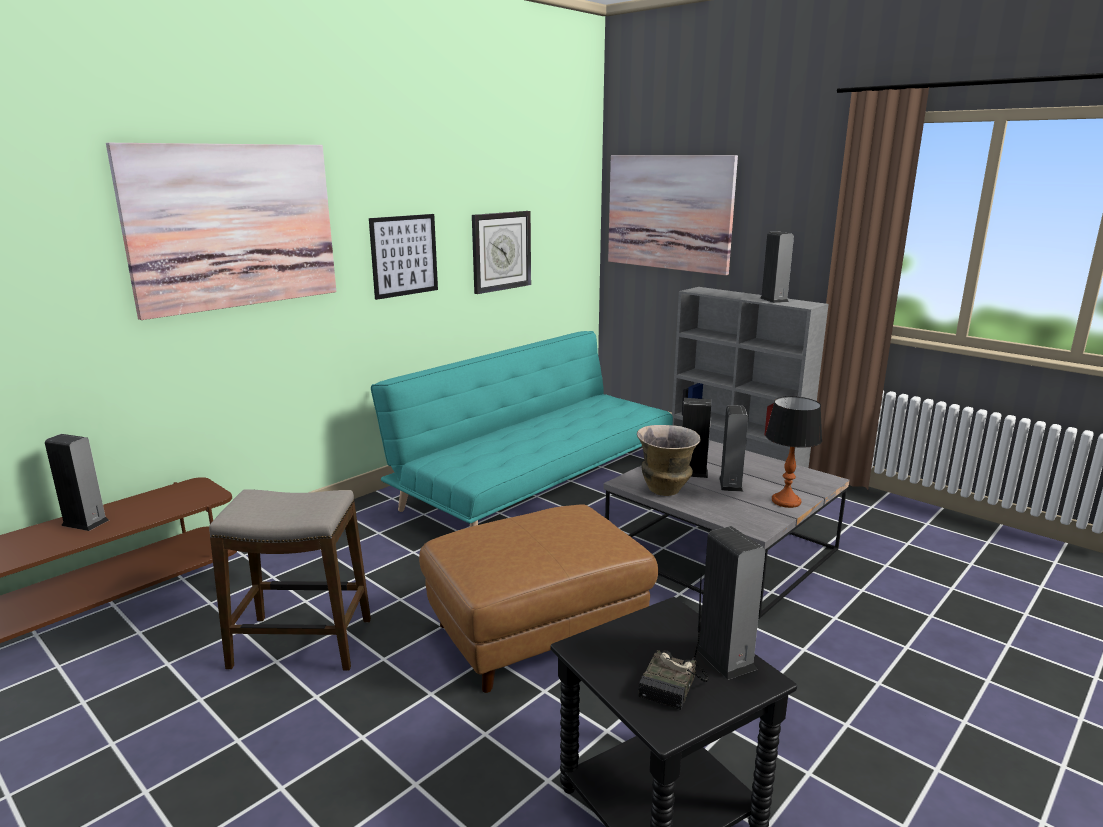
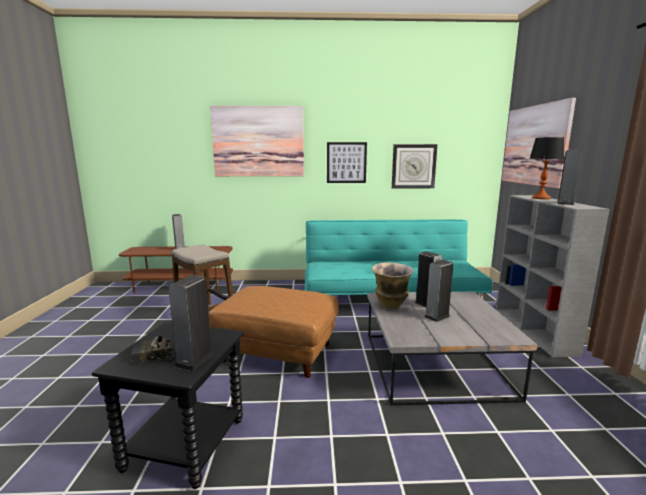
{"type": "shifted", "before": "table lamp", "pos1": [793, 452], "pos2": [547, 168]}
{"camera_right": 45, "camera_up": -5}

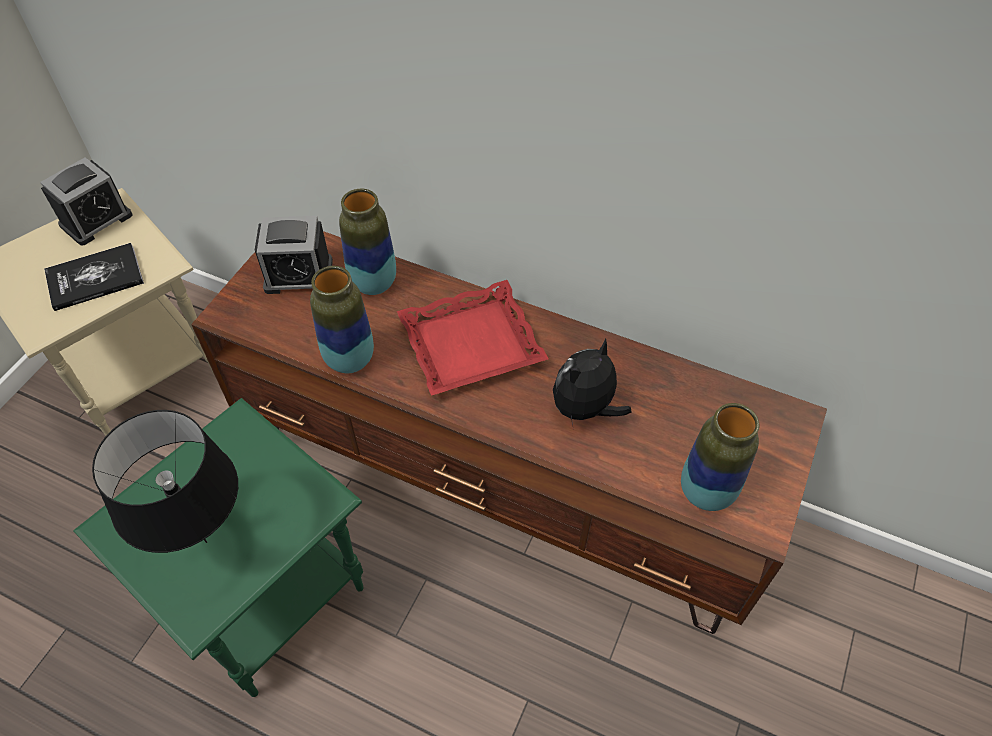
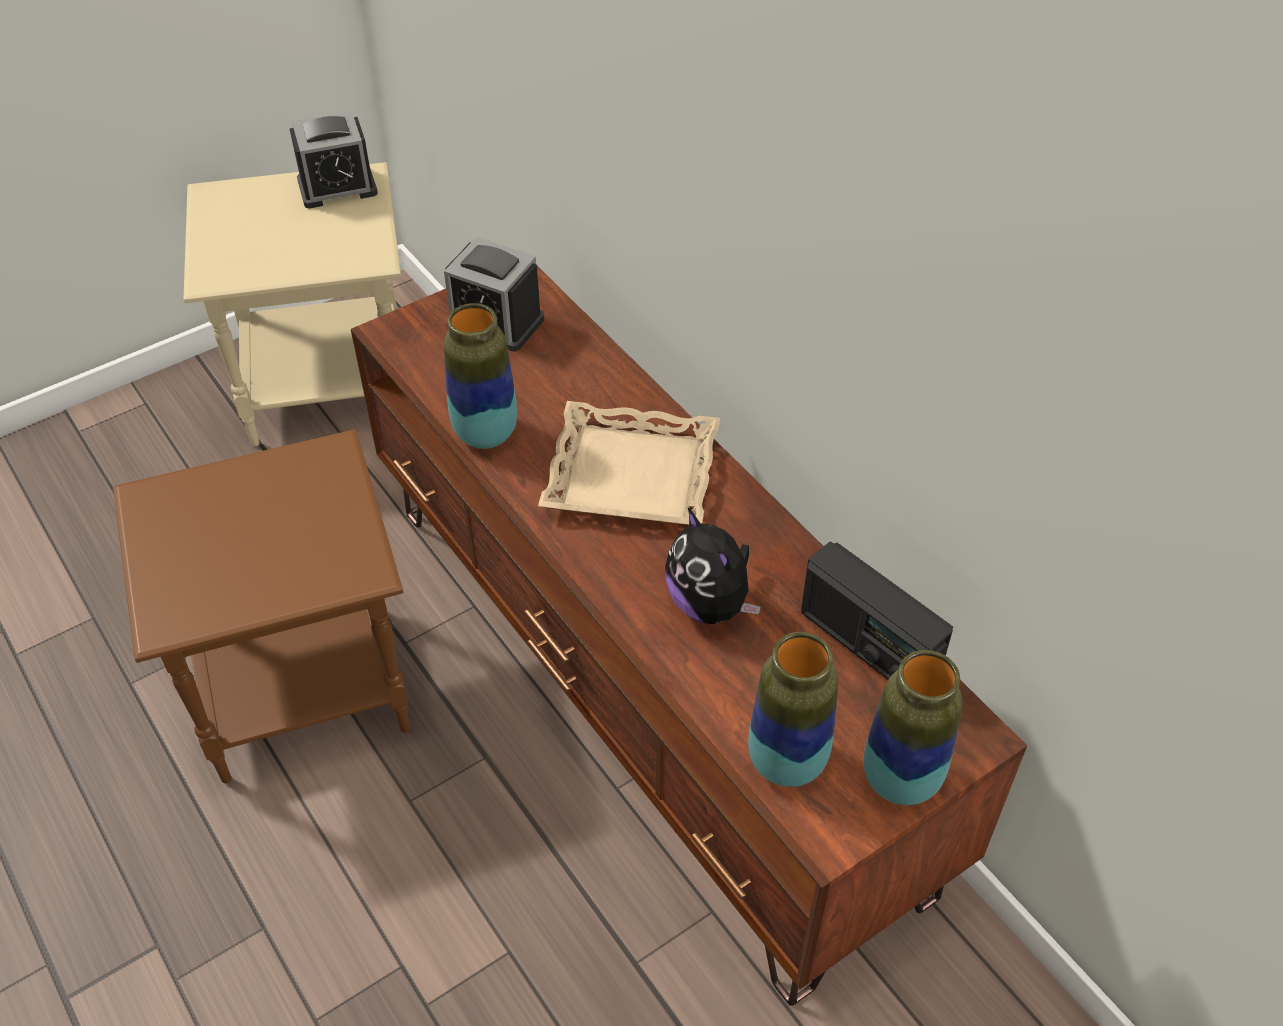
{"type": "gone", "before": "book", "pos1": [94, 277]}
{"type": "gone", "before": "black table lamp", "pos1": [165, 481]}
{"type": "new", "after": "radio", "pos2": [877, 610]}
{"type": "shifted", "before": "vase", "pos1": [367, 242], "pos2": [913, 727]}
{"type": "repainted", "before": "green side table", "after": "brown side table", "pos1": [218, 547], "pos2": [261, 606]}
{"type": "repainted", "before": "red tray", "after": "beige tray", "pos1": [473, 338], "pos2": [629, 463]}
{"type": "rotated", "before": "plush toy", "pos1": [592, 384], "pos2": [713, 566], "turn": -105}
{"camera_right": 30, "camera_up": -5}

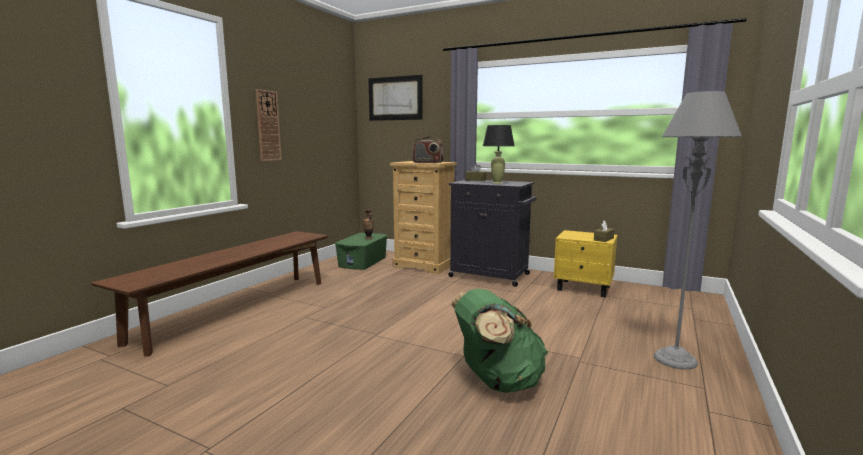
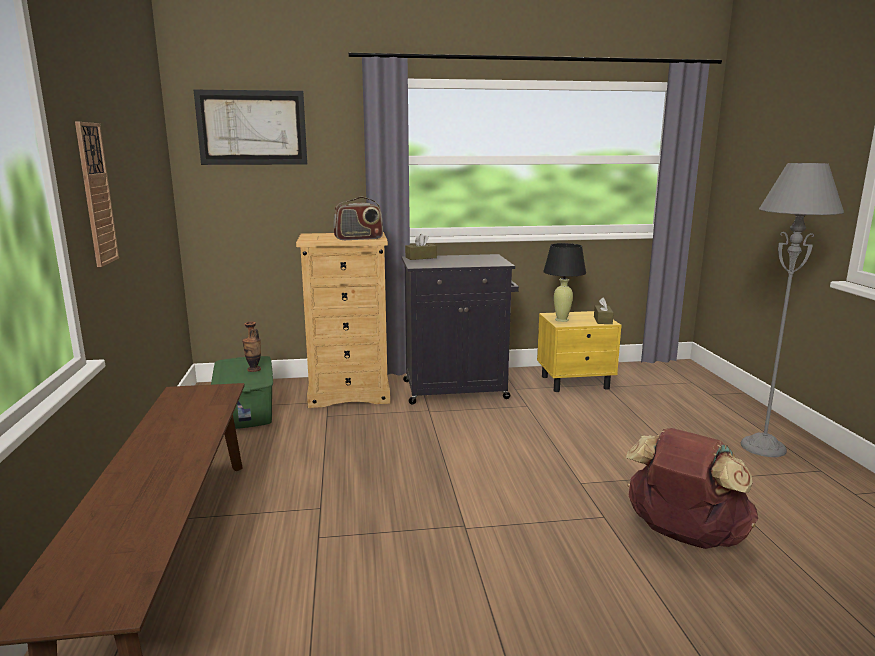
{"type": "shifted", "before": "black table lamp", "pos1": [499, 154], "pos2": [564, 282]}
{"type": "repainted", "before": "green backpack", "after": "brown backpack", "pos1": [499, 341], "pos2": [692, 488]}
{"camera_right": -35, "camera_up": 5}

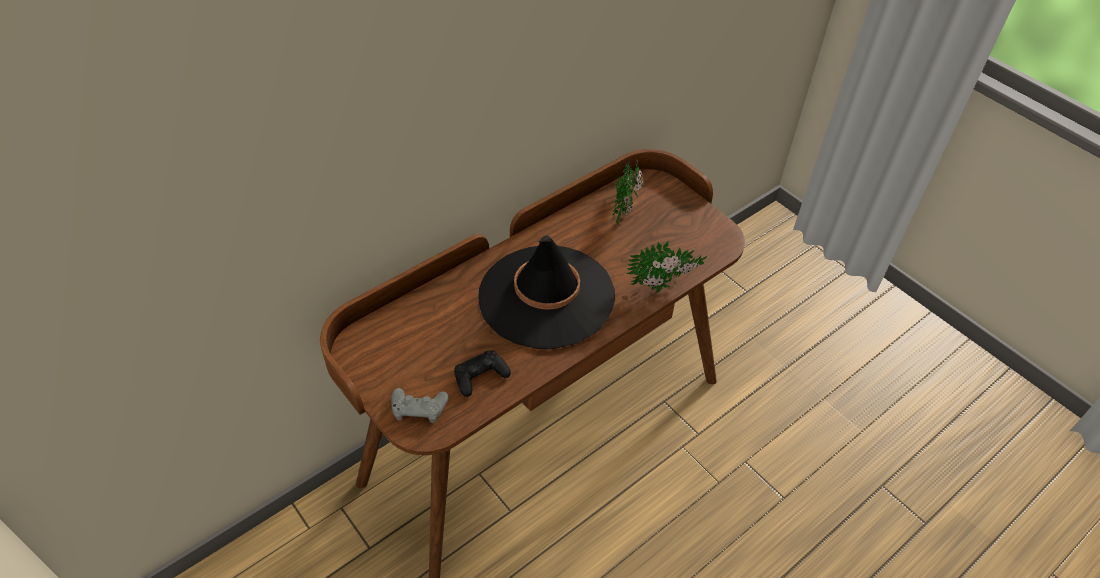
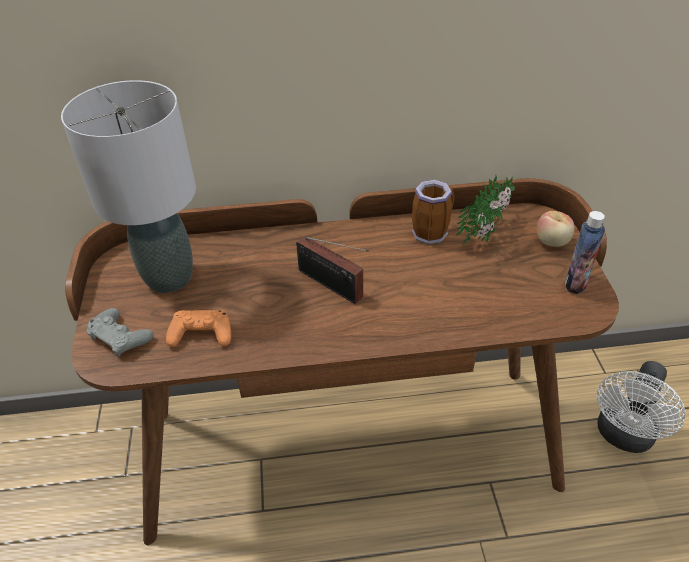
{"type": "gone", "before": "potted plant", "pos1": [667, 267]}
{"type": "new", "after": "grey table lamp", "pos2": [128, 186]}
{"type": "new", "after": "mug", "pos2": [433, 212]}
{"type": "new", "after": "apple", "pos2": [556, 229]}
{"type": "new", "after": "bottle", "pos2": [585, 252]}
{"type": "new", "after": "white fan", "pos2": [641, 407]}
{"type": "swapped", "before": "black hat", "after": "radio", "pos1": [546, 292], "pos2": [332, 270]}
{"type": "repainted", "before": "black game controller", "after": "orange game controller", "pos1": [482, 373], "pos2": [198, 328]}
{"camera_right": 35, "camera_up": -5}

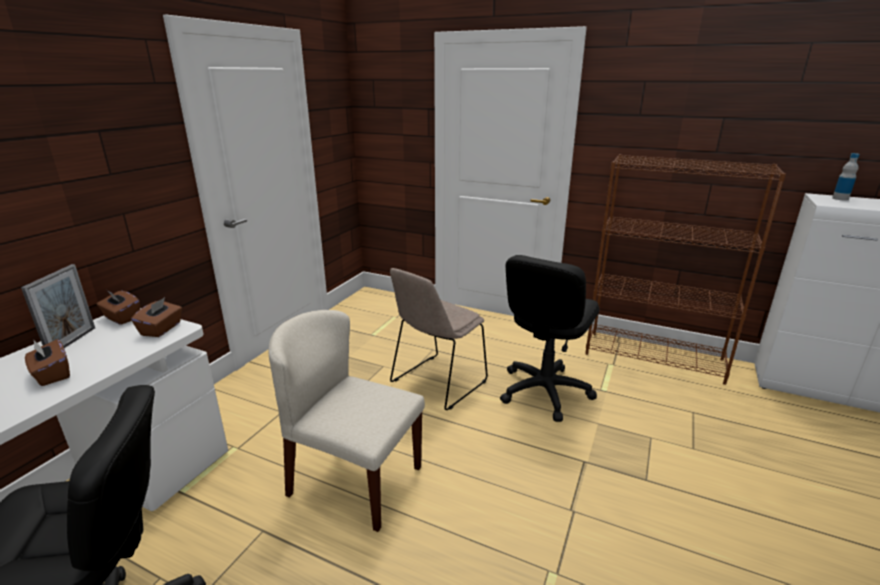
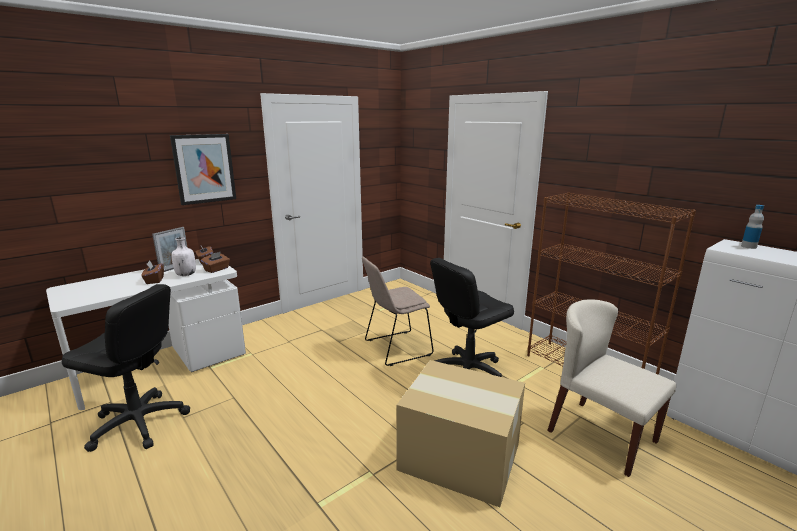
{"type": "new", "after": "picture", "pos2": [203, 169]}
{"type": "new", "after": "white bottle", "pos2": [184, 256]}
{"type": "new", "after": "cardboard box", "pos2": [460, 433]}
{"type": "shifted", "before": "beige chair", "pos1": [347, 421], "pos2": [611, 388]}
{"camera_right": 25, "camera_up": -5}

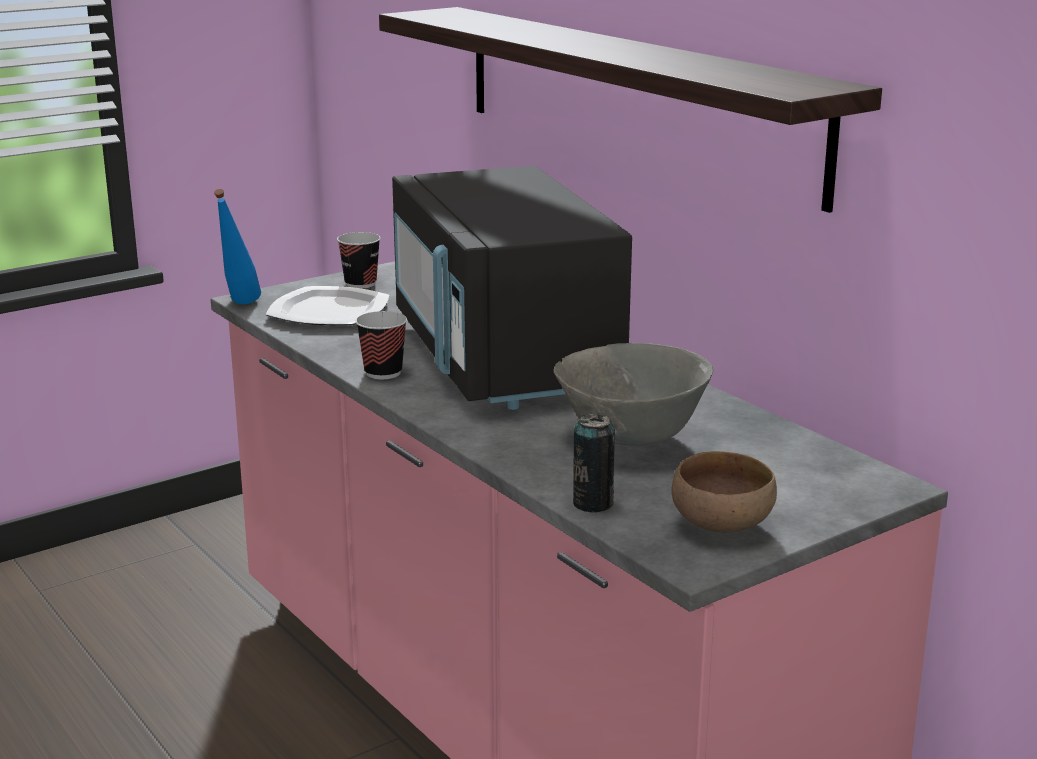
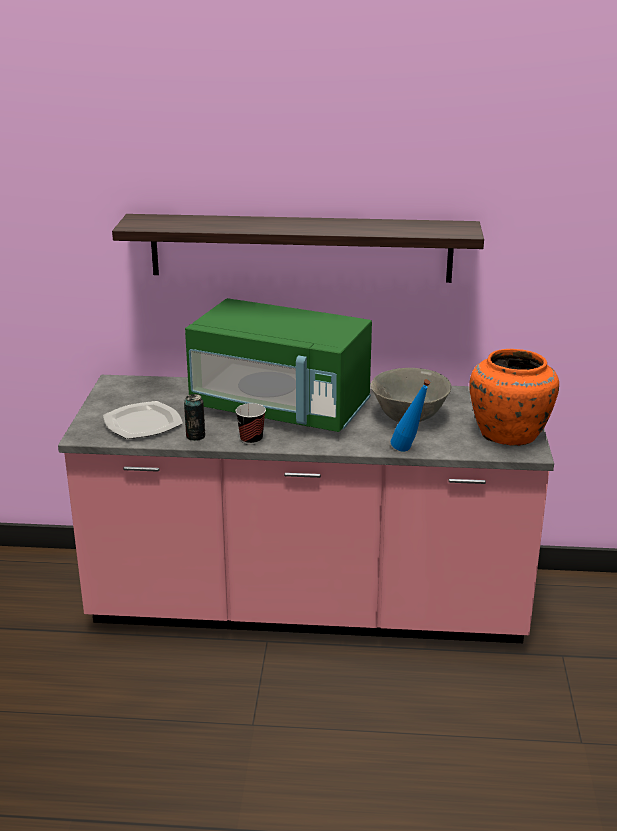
{"type": "gone", "before": "cup", "pos1": [358, 260]}
{"type": "shifted", "before": "blue bottle", "pos1": [237, 246], "pos2": [411, 415]}
{"type": "shifted", "before": "can", "pos1": [594, 463], "pos2": [194, 417]}
{"type": "swapped", "before": "brown bowl", "after": "orange vase", "pos1": [724, 491], "pos2": [514, 397]}
{"type": "repainted", "before": "black microwave", "after": "green microwave", "pos1": [512, 288], "pos2": [278, 365]}
{"camera_right": -50, "camera_up": 5}

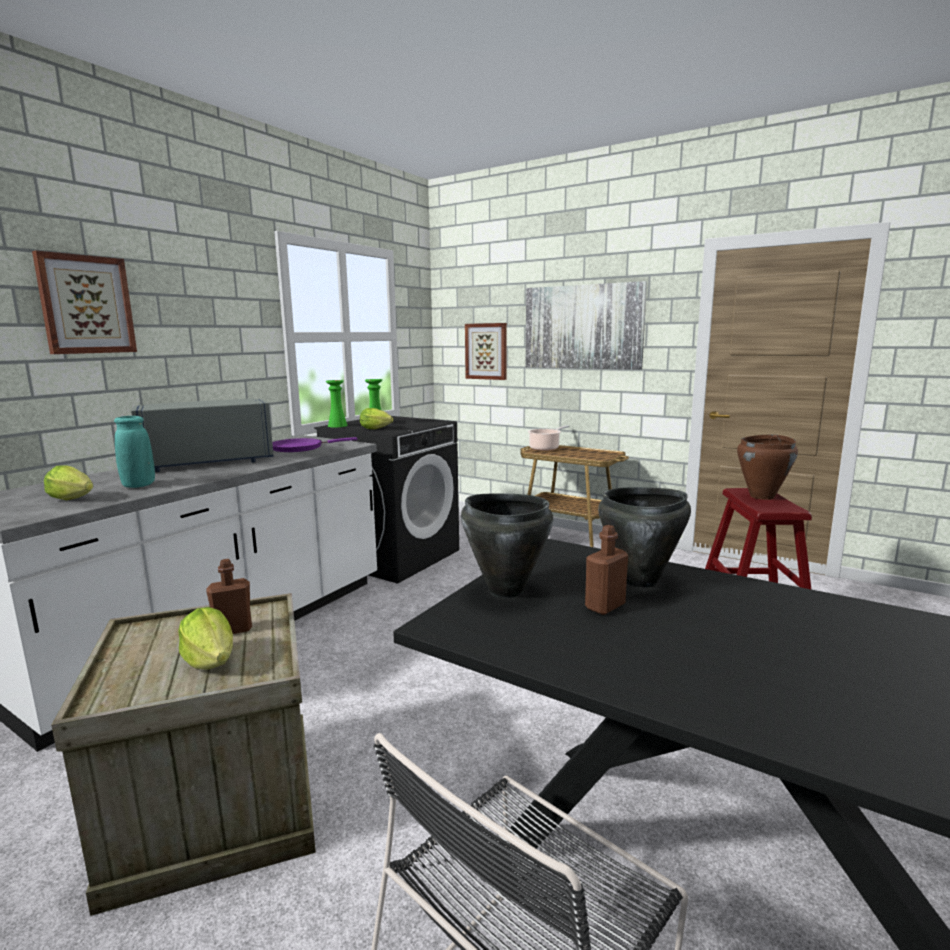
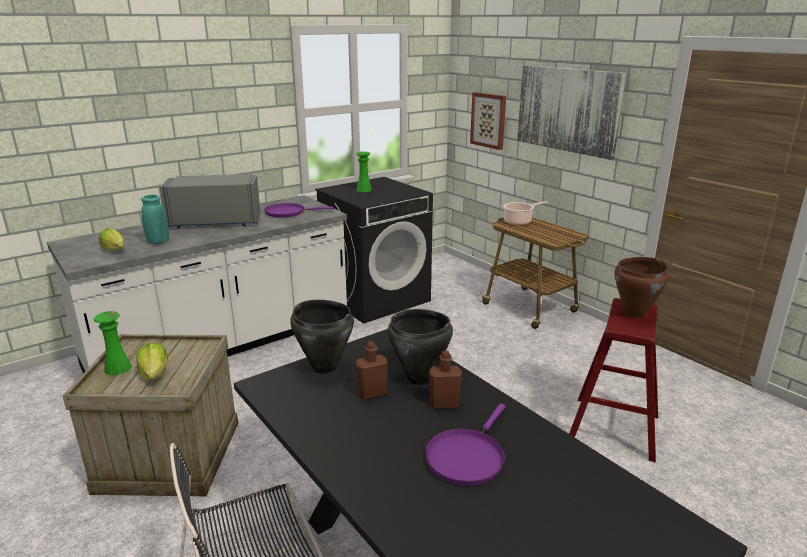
{"type": "gone", "before": "picture", "pos1": [84, 302]}
{"type": "gone", "before": "lettuce", "pos1": [376, 418]}
{"type": "new", "after": "purple frying pan", "pos2": [465, 445]}
{"type": "shifted", "before": "brown bottle", "pos1": [229, 596], "pos2": [445, 380]}
{"type": "shifted", "before": "green vase", "pos1": [337, 403], "pos2": [113, 343]}
{"camera_right": 20, "camera_up": 10}

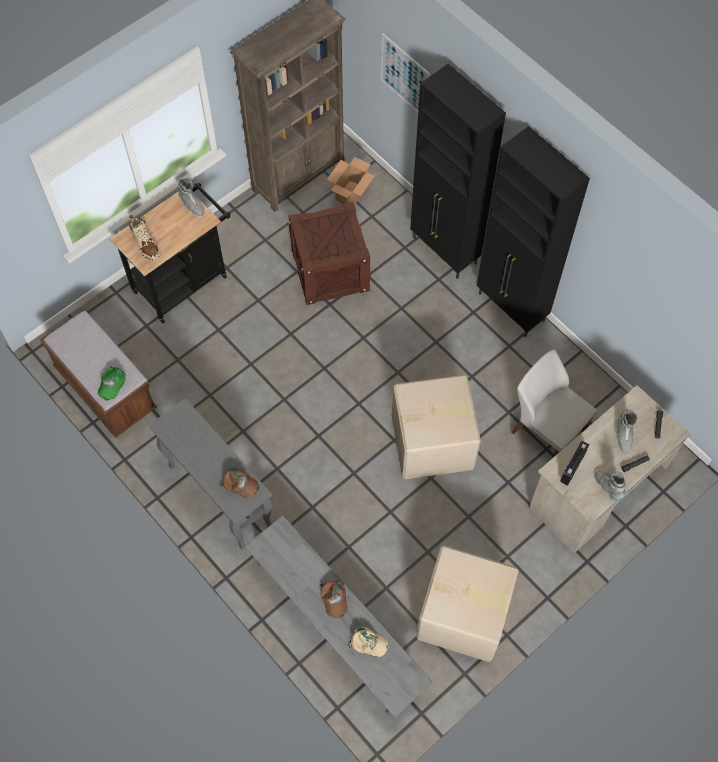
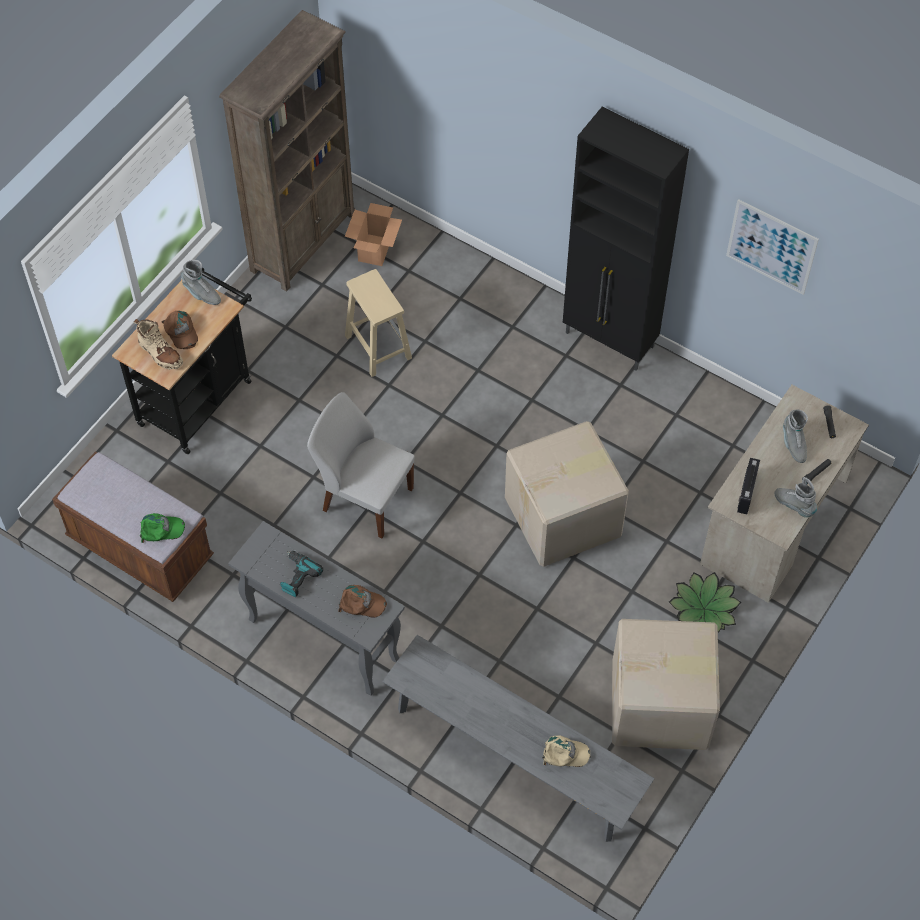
{"type": "gone", "before": "black cabinet", "pos1": [458, 171]}
{"type": "new", "after": "power drill", "pos2": [301, 574]}
{"type": "new", "after": "potted plant", "pos2": [705, 602]}
{"type": "shifted", "before": "brown cap", "pos1": [333, 599], "pos2": [179, 330]}
{"type": "shifted", "before": "picture", "pos1": [405, 73], "pos2": [772, 247]}
{"type": "shifted", "before": "white chair", "pos1": [554, 403], "pos2": [361, 465]}
{"type": "swapped", "before": "crate", "after": "beige stool", "pos1": [329, 253], "pos2": [378, 323]}
{"type": "rotated", "before": "green cap", "pos1": [112, 383], "pos2": [162, 528], "turn": -105}
{"camera_right": -15, "camera_up": -5}

